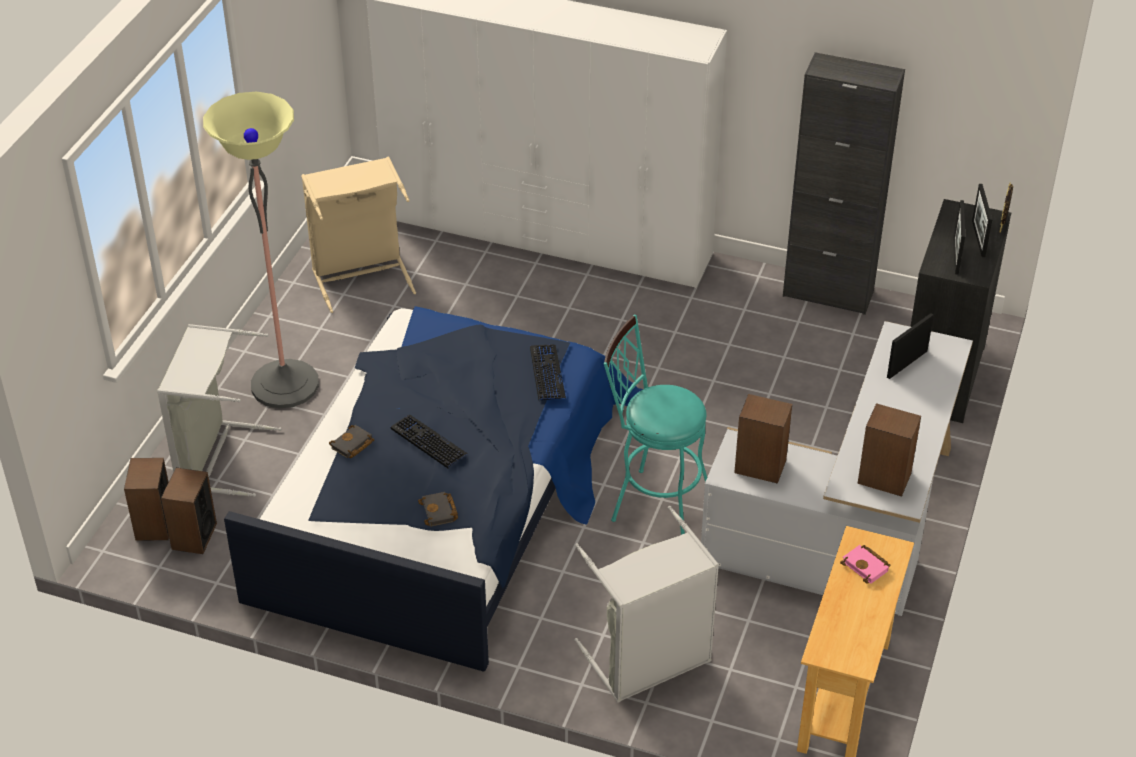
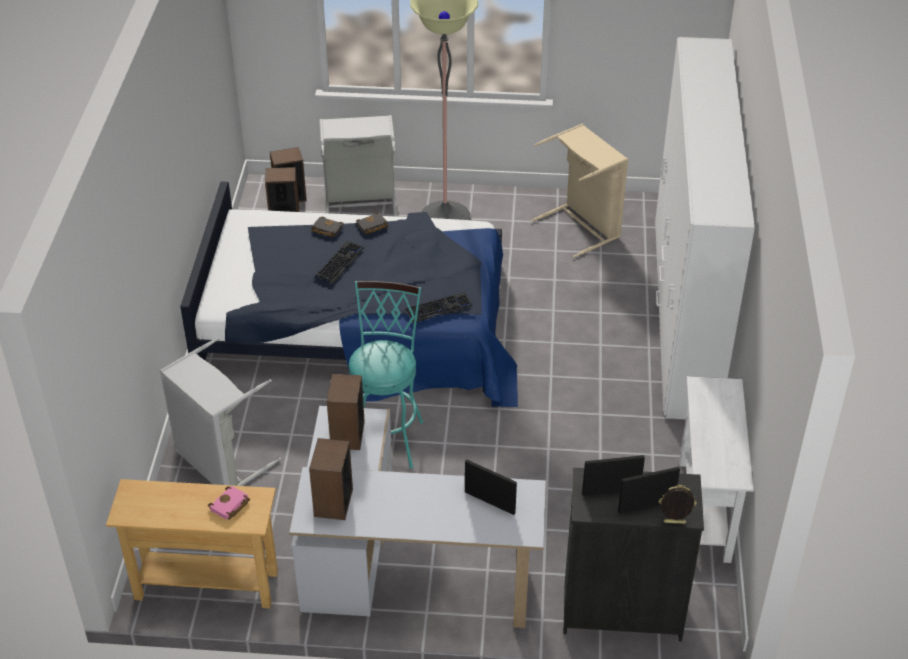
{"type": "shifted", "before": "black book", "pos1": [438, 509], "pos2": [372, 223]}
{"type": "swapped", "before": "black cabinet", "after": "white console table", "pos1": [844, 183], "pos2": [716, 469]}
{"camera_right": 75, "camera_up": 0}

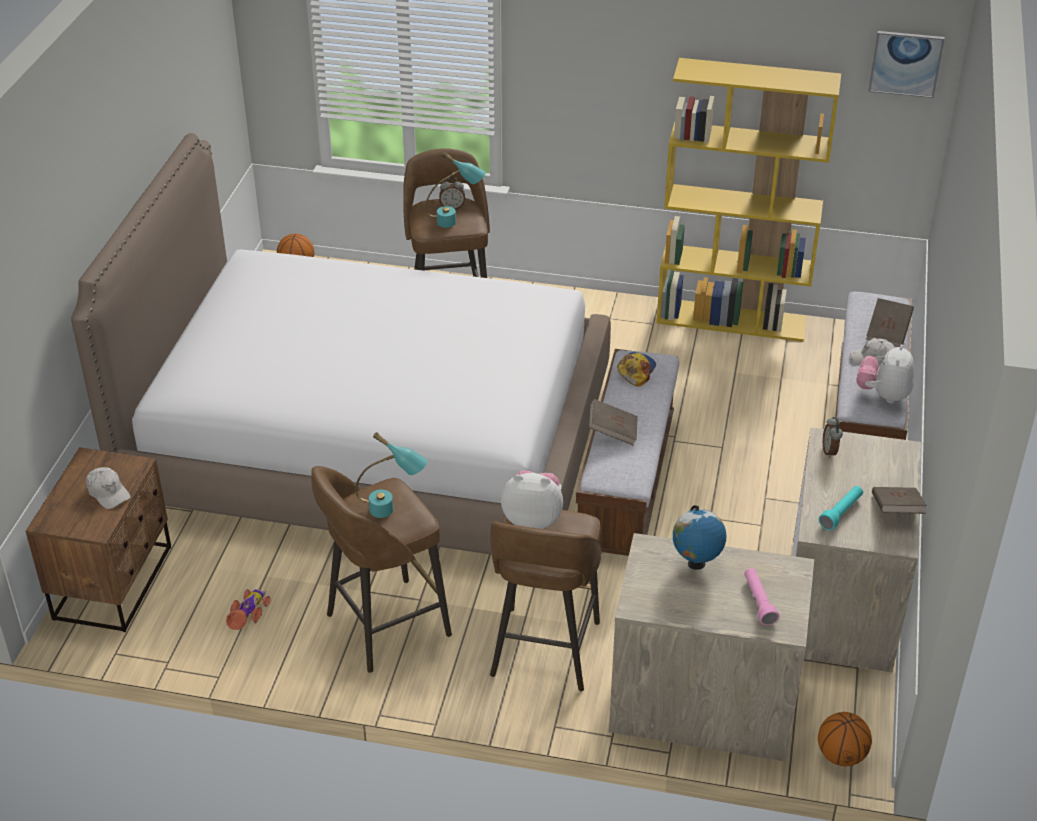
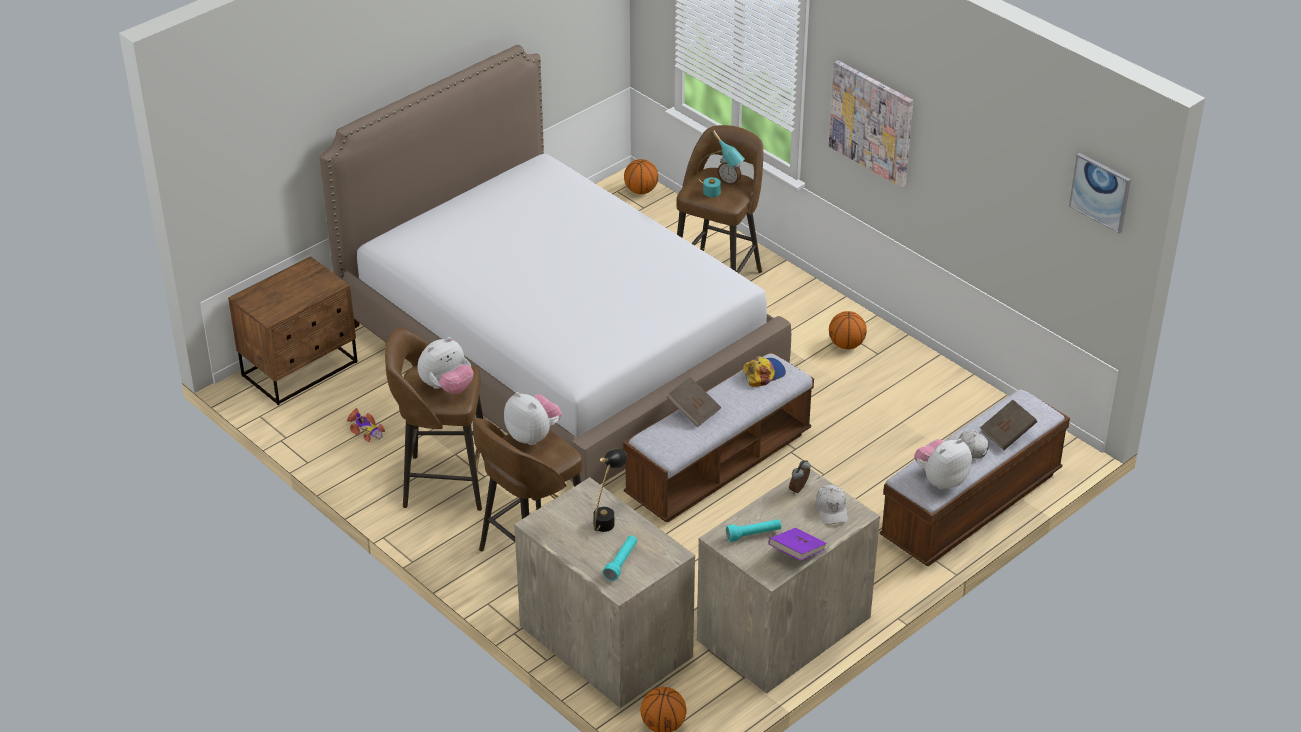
{"type": "gone", "before": "yellow bookcase", "pos1": [748, 200]}
{"type": "new", "after": "picture", "pos2": [871, 123]}
{"type": "new", "after": "basketball", "pos2": [848, 330]}
{"type": "shifted", "before": "white cap", "pos1": [108, 488], "pos2": [832, 504]}
{"type": "swapped", "before": "turquoise table lamp", "after": "plush toy", "pos1": [391, 475], "pos2": [445, 365]}
{"type": "swapped", "before": "globe", "after": "black table lamp", "pos1": [699, 537], "pos2": [610, 490]}
{"type": "repainted", "before": "pink flashlight", "after": "turquoise flashlight", "pos1": [761, 596], "pos2": [620, 558]}
{"type": "repainted", "before": "brown book", "after": "purple book", "pos1": [899, 500], "pos2": [797, 544]}
{"type": "rotated", "before": "toy car", "pos1": [248, 609], "pos2": [366, 425], "turn": 75}
{"camera_right": 35, "camera_up": 0}

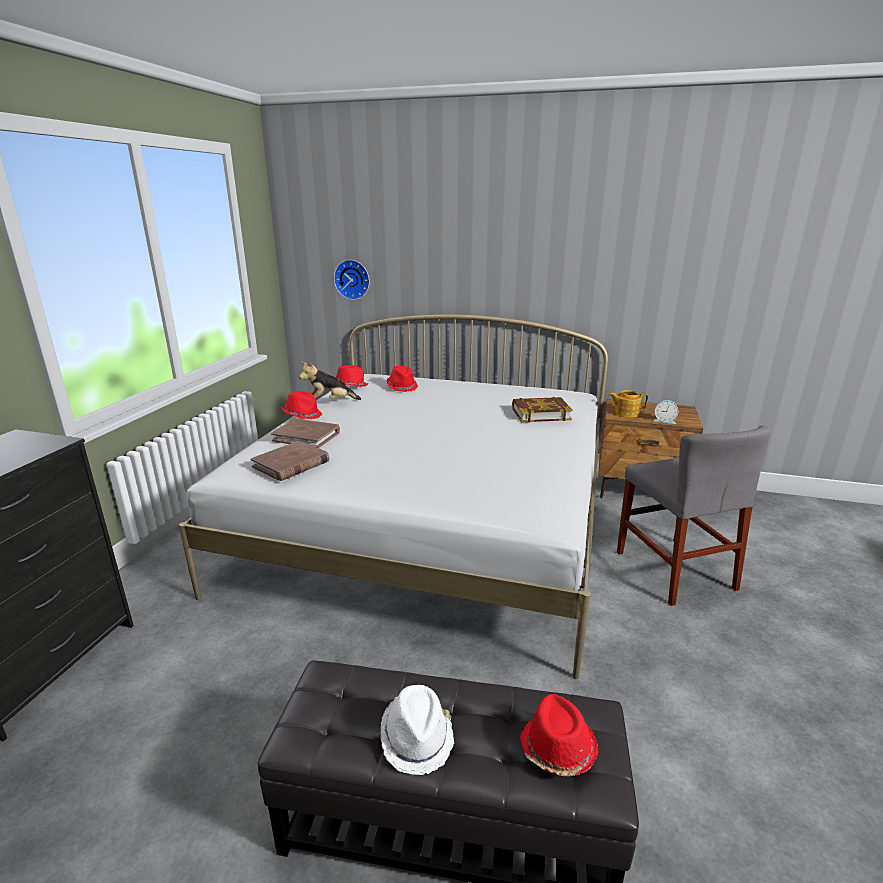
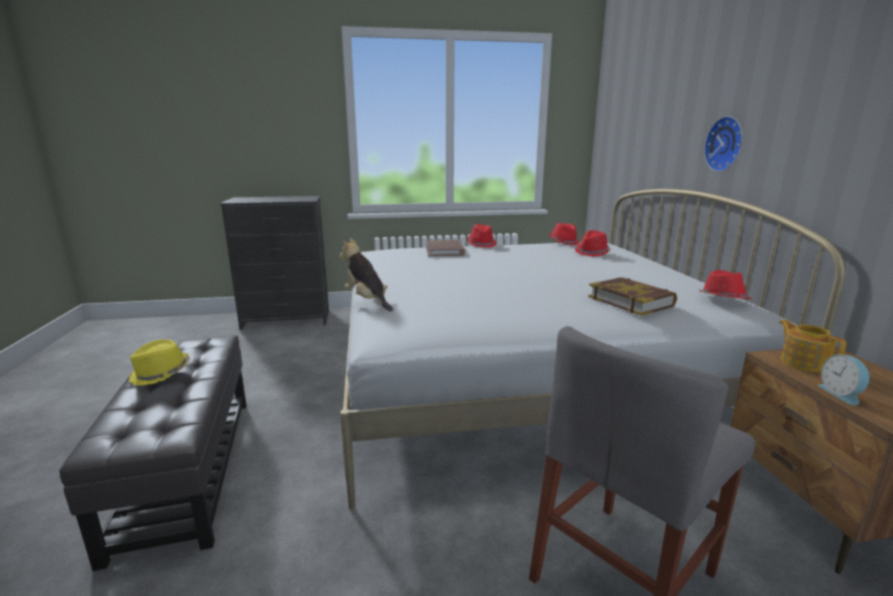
{"type": "gone", "before": "brown book", "pos1": [290, 461]}
{"type": "shifted", "before": "plush toy", "pos1": [330, 380], "pos2": [366, 275]}
{"type": "shifted", "before": "wall clock", "pos1": [352, 280], "pos2": [723, 144]}
{"type": "shifted", "before": "red hat", "pos1": [559, 735], "pos2": [725, 284]}
{"type": "repainted", "before": "white hat", "after": "yellow hat", "pos1": [417, 730], "pos2": [159, 362]}
{"camera_right": 65, "camera_up": -5}

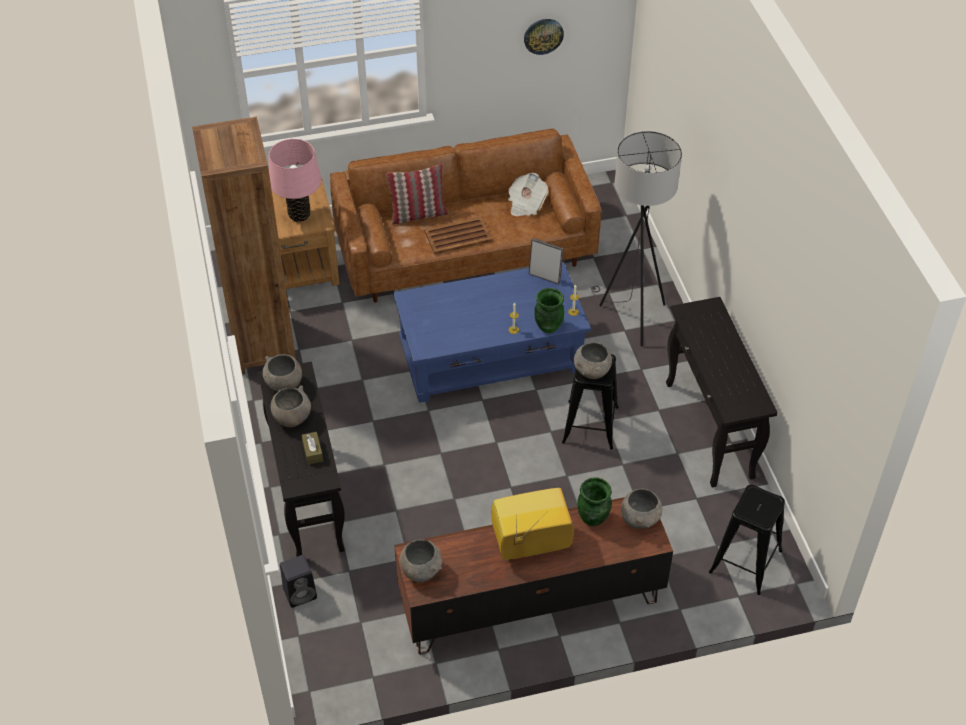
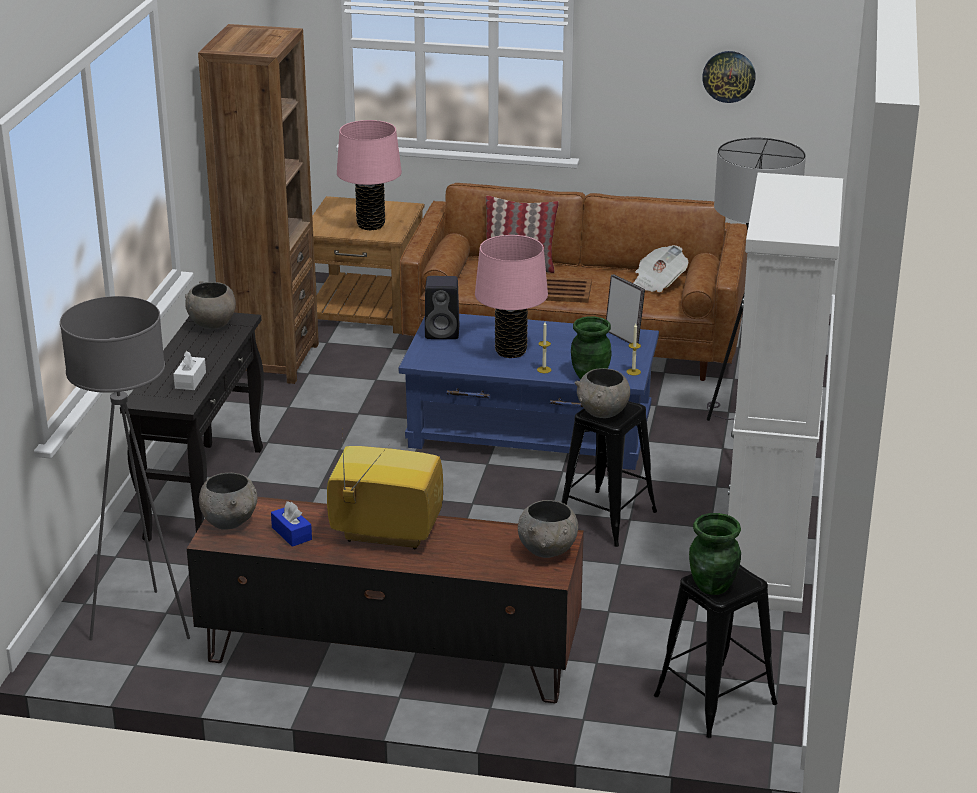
{"type": "gone", "before": "grey bowl", "pos1": [291, 406]}
{"type": "new", "after": "grey floor lamp", "pos2": [125, 468]}
{"type": "new", "after": "blue tissue box", "pos2": [291, 524]}
{"type": "new", "after": "pink table lamp", "pos2": [511, 296]}
{"type": "shifted", "before": "black speaker", "pos1": [298, 581], "pos2": [442, 307]}
{"type": "shifted", "before": "green vase", "pos1": [594, 501], "pos2": [715, 554]}
{"type": "swapped", "before": "black console table", "after": "white cabinet", "pos1": [722, 392], "pos2": [785, 393]}
{"type": "repainted", "before": "brown tissue box", "after": "white tissue box", "pos1": [312, 448], "pos2": [189, 370]}
{"camera_right": 25, "camera_up": -20}

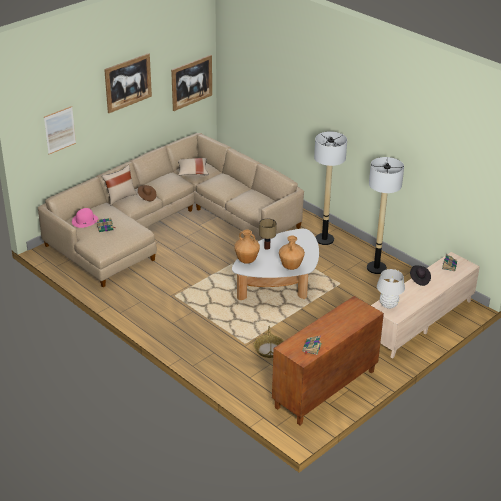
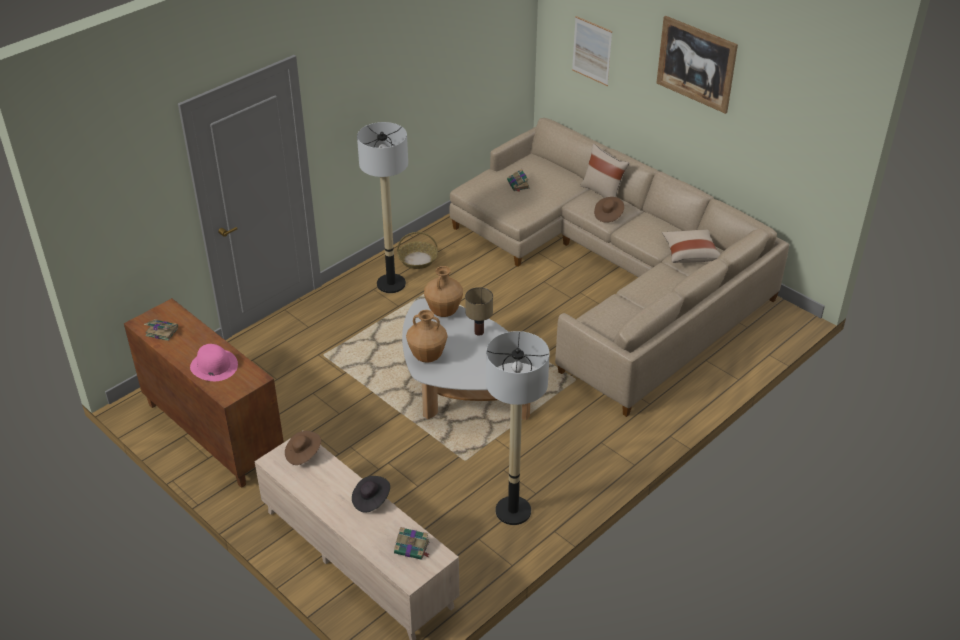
{"type": "gone", "before": "picture", "pos1": [191, 83]}
{"type": "shifted", "before": "pink hat", "pos1": [85, 218], "pos2": [214, 362]}
{"type": "shifted", "before": "basket", "pos1": [269, 342], "pos2": [417, 250]}
{"type": "shifted", "before": "floor lamp", "pos1": [330, 188], "pos2": [382, 207]}
{"type": "swapped", "before": "white table lamp", "after": "brown hat", "pos1": [391, 289], "pos2": [303, 448]}
{"camera_right": 90, "camera_up": 5}

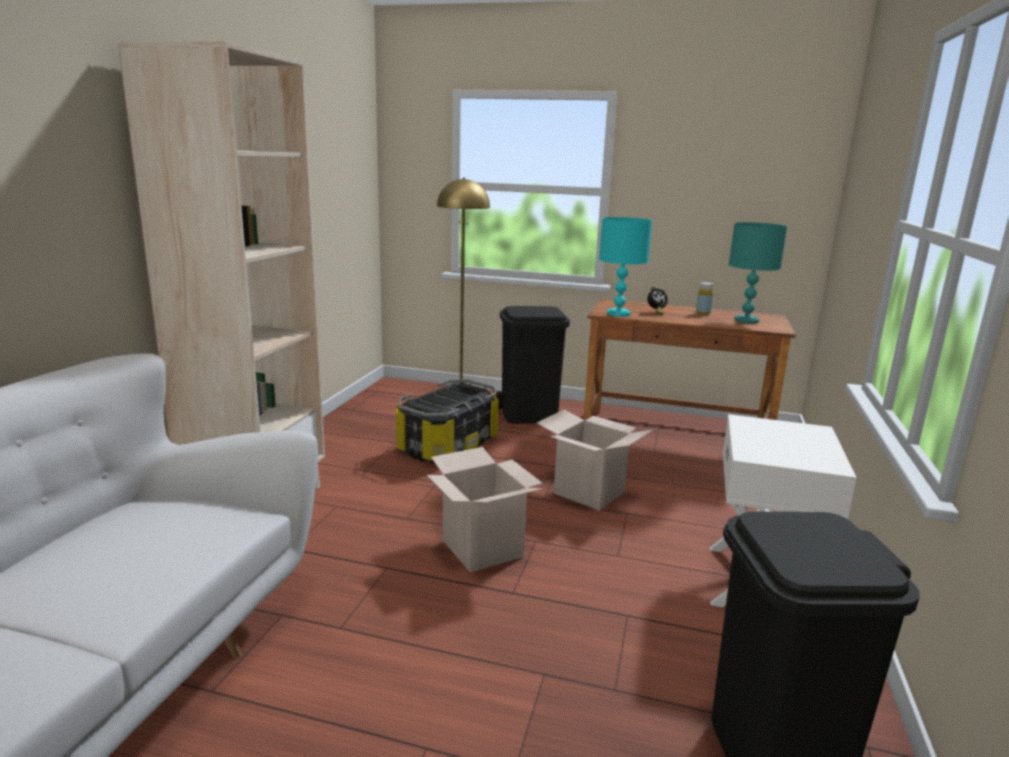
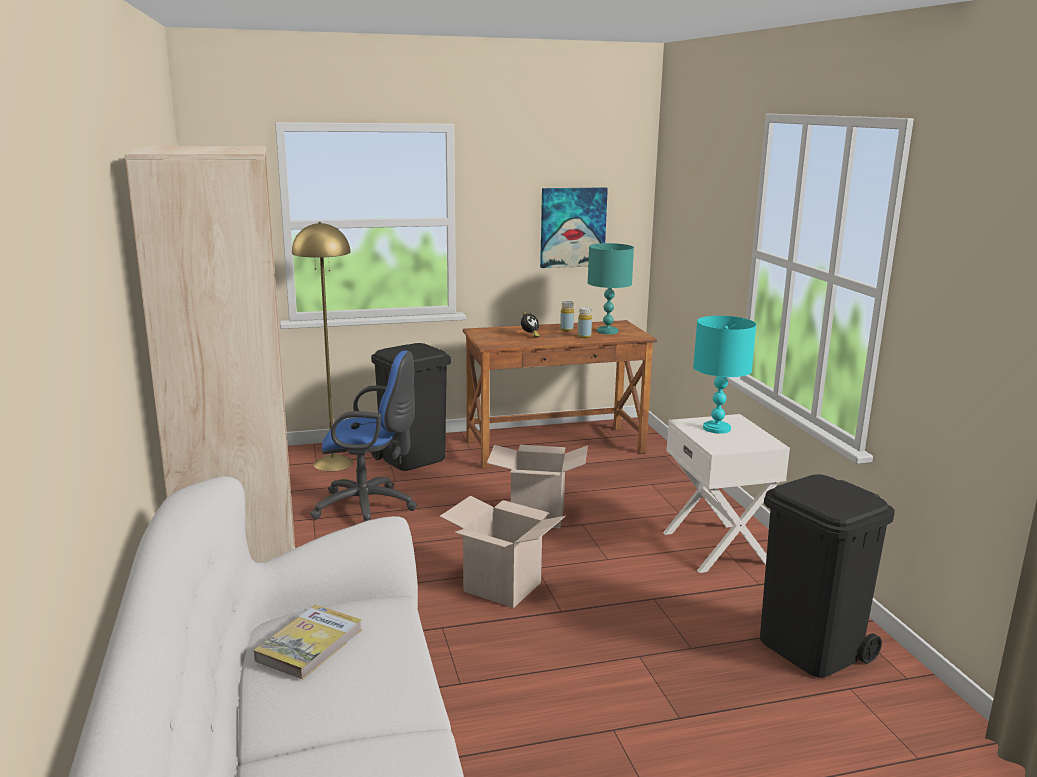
{"type": "new", "after": "book", "pos2": [308, 642]}
{"type": "new", "after": "picture", "pos2": [574, 227]}
{"type": "new", "after": "yellow bottle", "pos2": [585, 322]}
{"type": "shifted", "before": "turquoise table lamp", "pos1": [625, 267], "pos2": [724, 375]}
{"type": "swapped", "before": "storage box", "after": "blue office chair", "pos1": [447, 421], "pos2": [363, 436]}
{"camera_right": -30, "camera_up": 0}

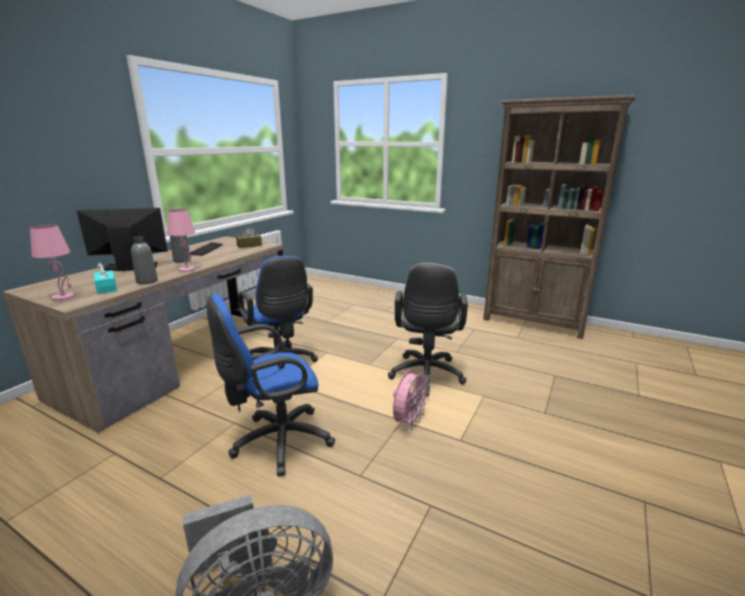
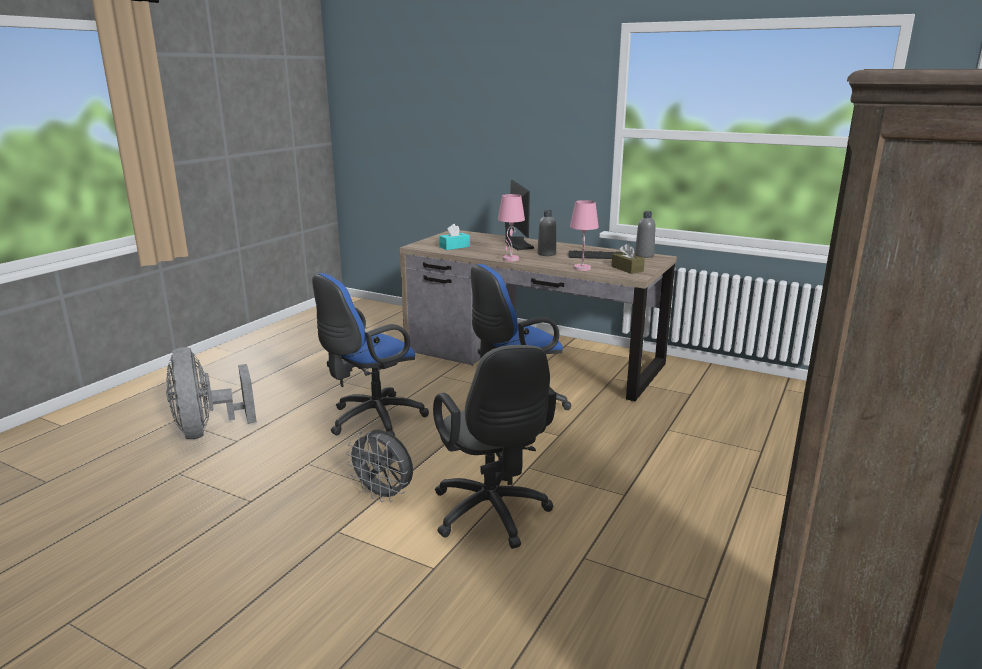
{"type": "shifted", "before": "pink table lamp", "pos1": [52, 262], "pos2": [584, 235]}
{"type": "shifted", "before": "grey bottle", "pos1": [144, 260], "pos2": [645, 234]}
{"type": "repainted", "before": "pink fan", "after": "grey fan", "pos1": [412, 400], "pos2": [379, 466]}
{"type": "rotated", "before": "blue office chair", "pos1": [271, 385], "pos2": [370, 354], "turn": -105}
{"type": "rotated", "before": "grey office chair", "pos1": [428, 329], "pos2": [495, 447], "turn": -120}
{"camera_right": 90, "camera_up": 0}

